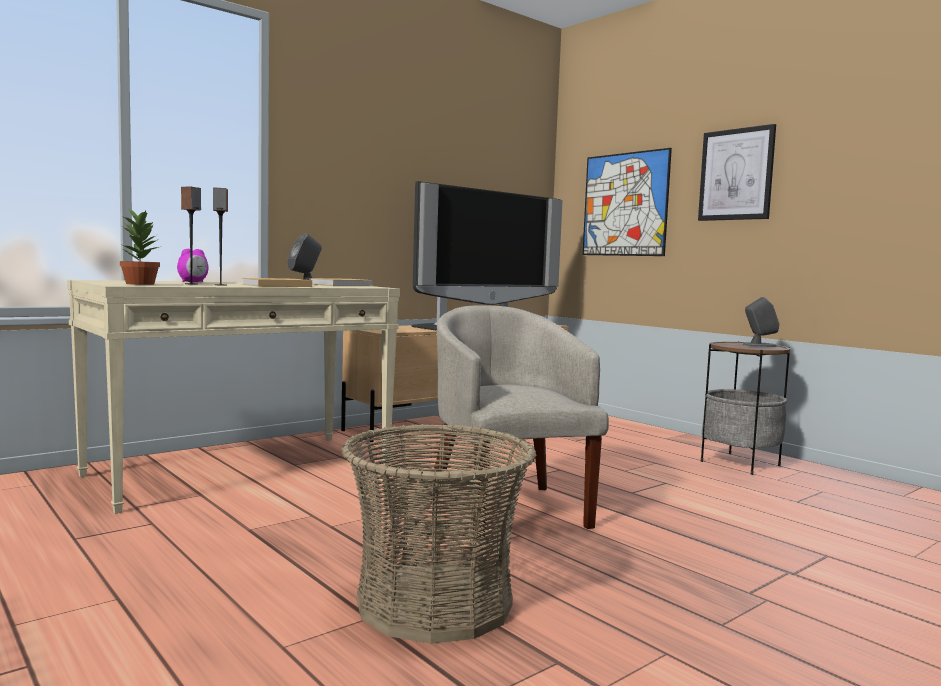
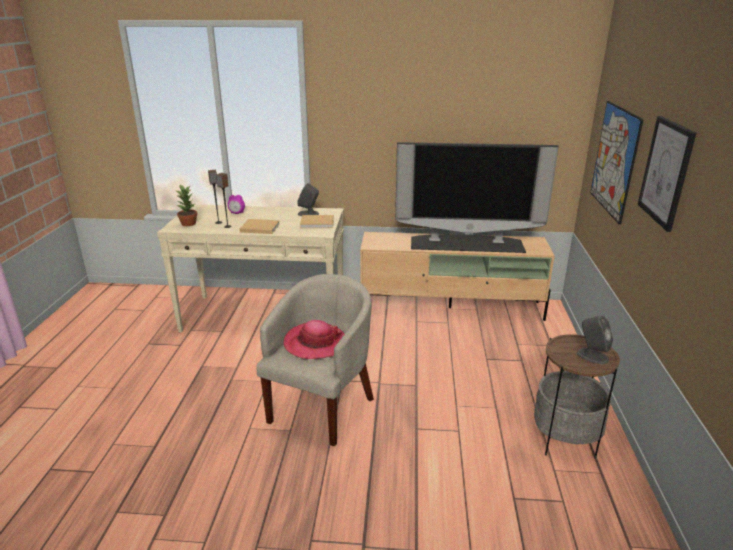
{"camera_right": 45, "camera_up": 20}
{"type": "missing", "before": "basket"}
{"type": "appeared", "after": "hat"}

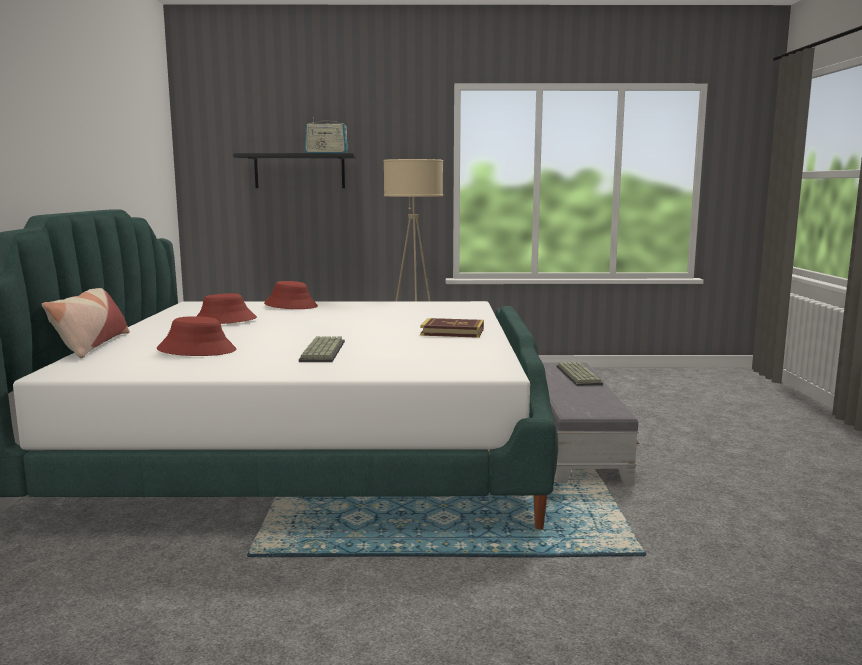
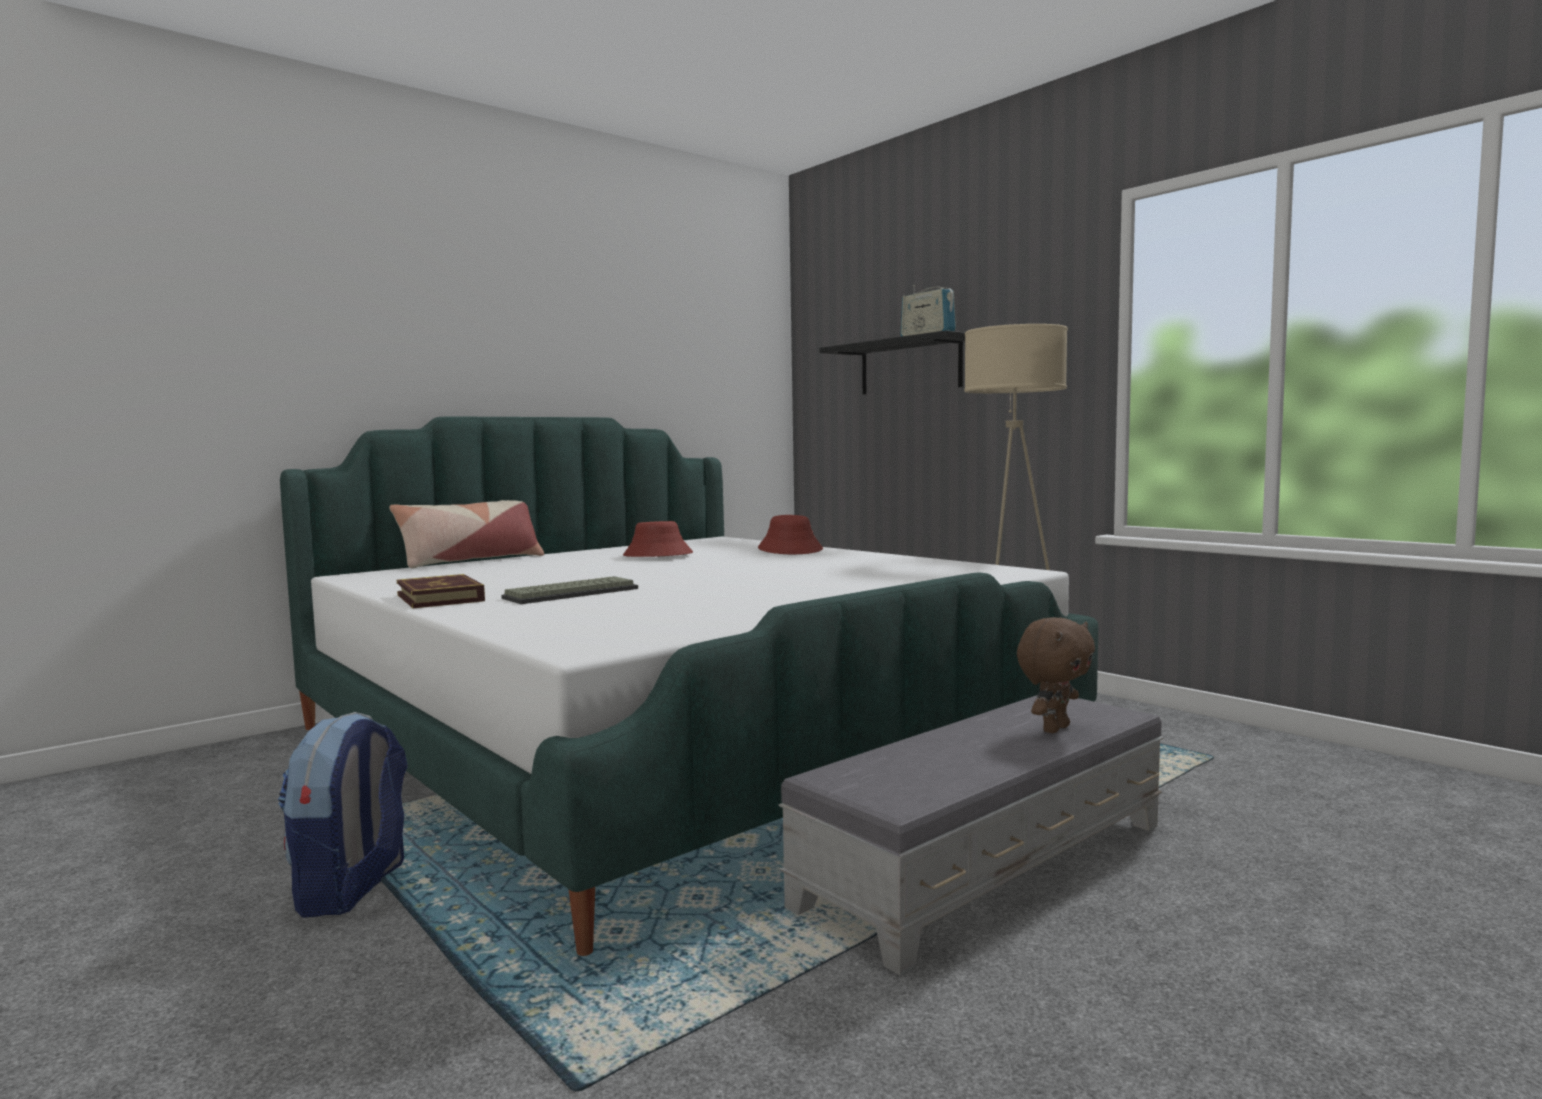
{"camera_right": 50, "camera_up": -5}
{"type": "missing", "before": "red_hat (no. 1 from left)"}
{"type": "relocated", "before": "book"}
{"type": "exchanged", "before": "keyboard (no. 2 from left)", "after": "brown_plush_toy"}
{"type": "appeared", "after": "backpack"}

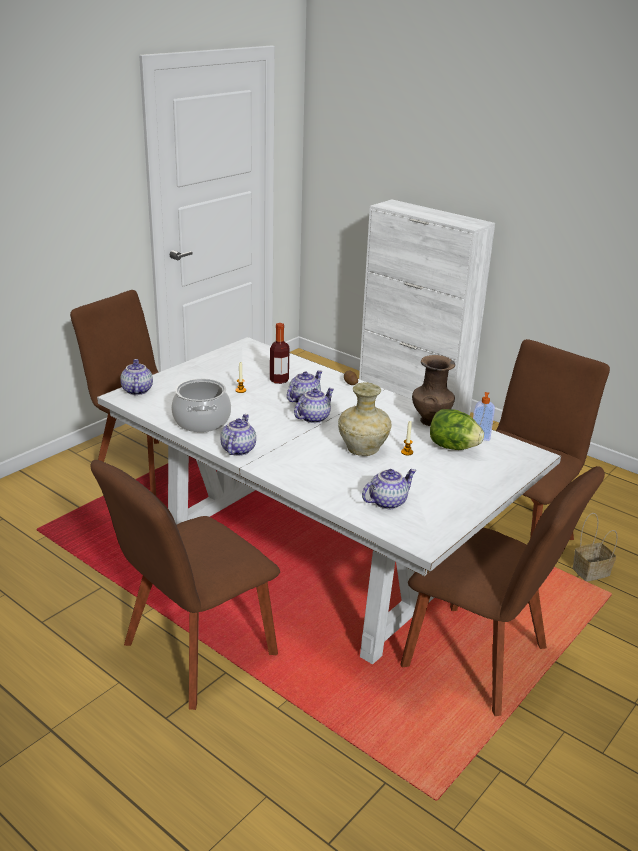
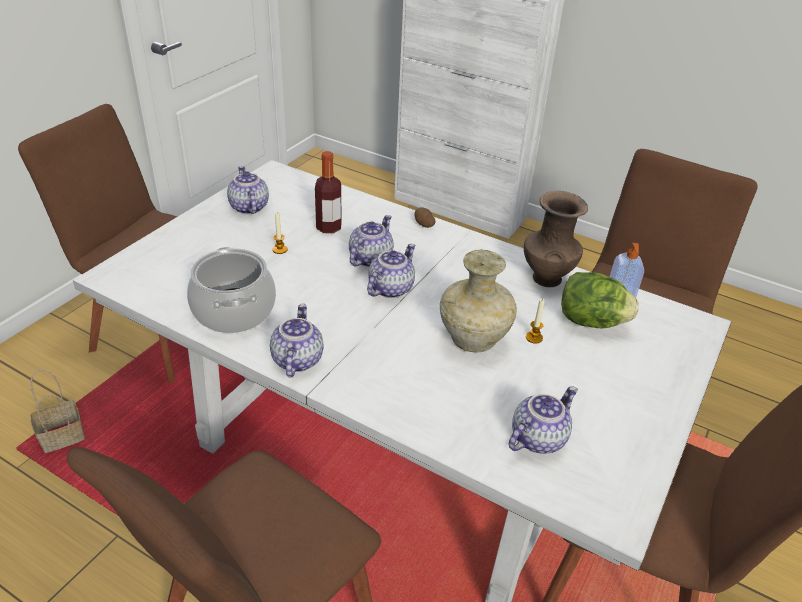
{"camera_right": -10, "camera_up": 10}
{"type": "relocated", "before": "teapot (no. 1 from left)"}
{"type": "relocated", "before": "basket"}

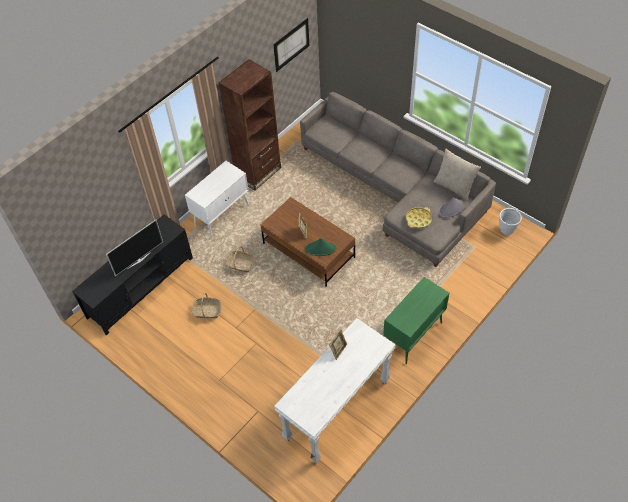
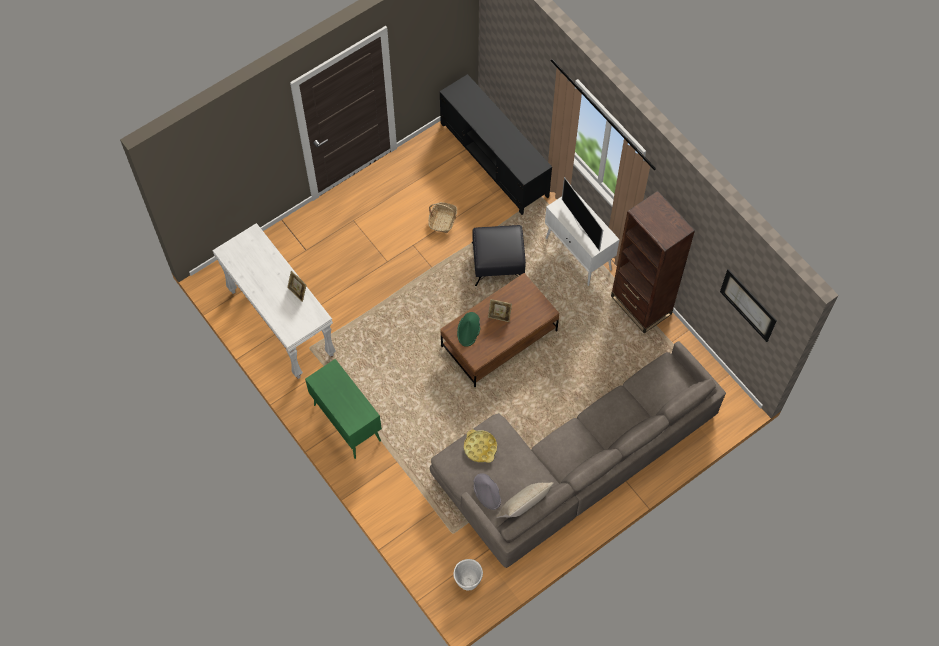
{"camera_right": 100, "camera_up": 10}
{"type": "relocated", "before": "television"}
{"type": "exchanged", "before": "basket (no. 2 from left)", "after": "black_ottoman"}

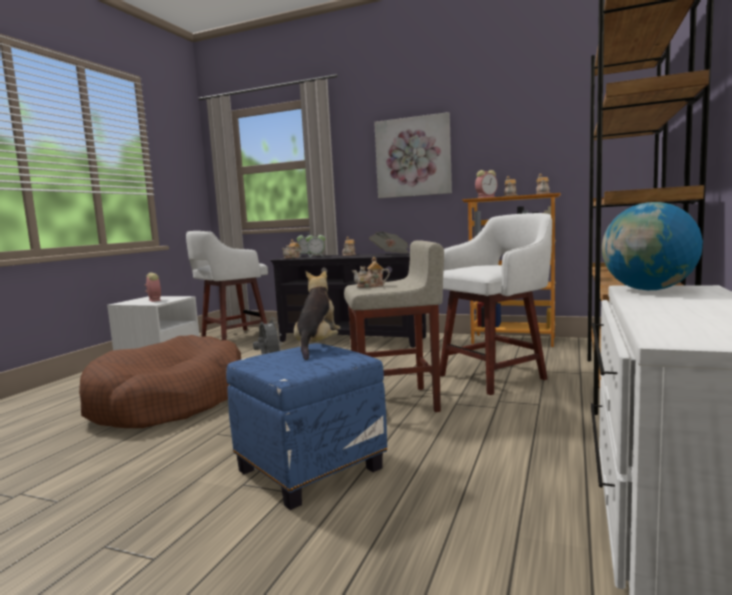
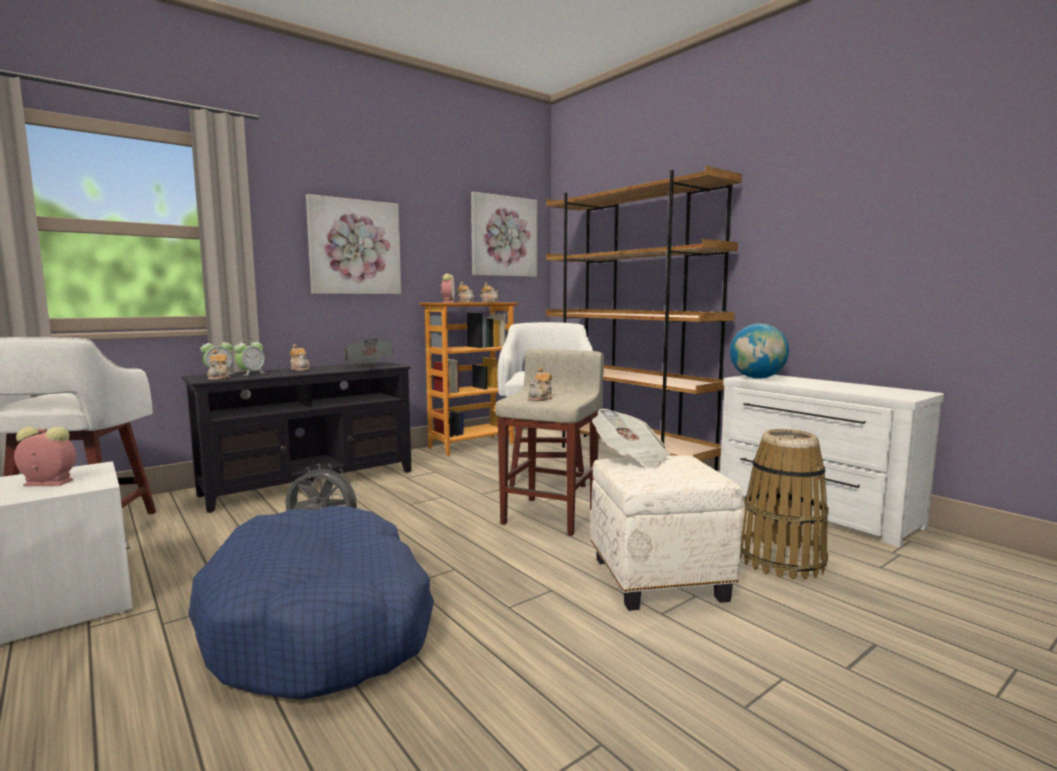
{"camera_right": -60, "camera_up": 0}
{"type": "colour", "before": "brown_dog_bed", "after": "blue_dog_bed"}
{"type": "colour", "before": "blue_ottoman", "after": "white_ottoman"}
{"type": "exchanged", "before": "plush_toy", "after": "newspaper (no. 2 from left)"}
{"type": "appeared", "after": "picture (no. 2 from left)"}
{"type": "appeared", "after": "basket"}

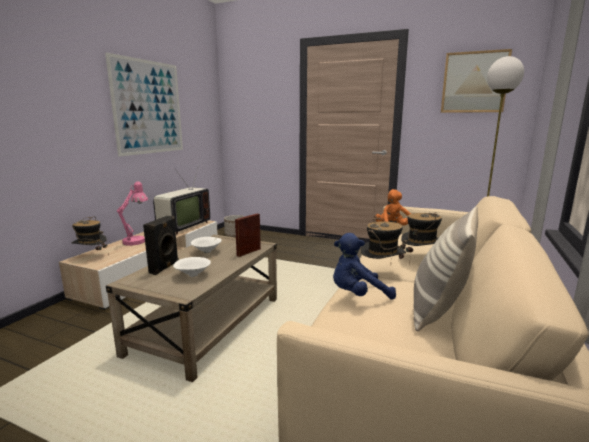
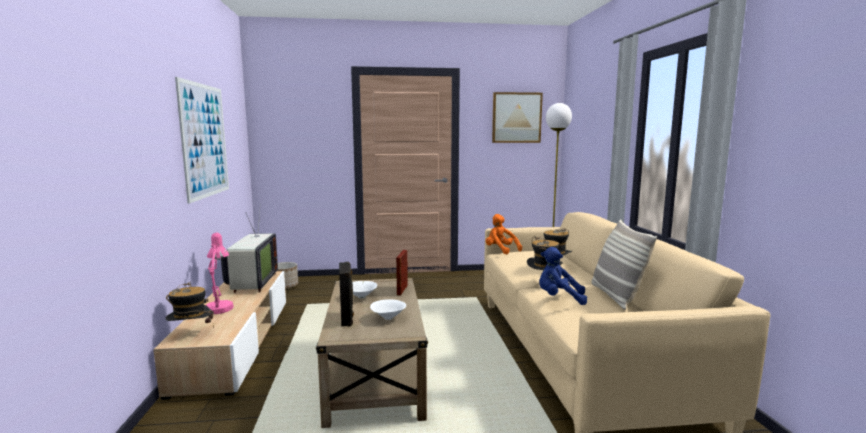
{"camera_right": -30, "camera_up": -5}
{"type": "spun", "before": "blue_plush_toy", "turn": 60}

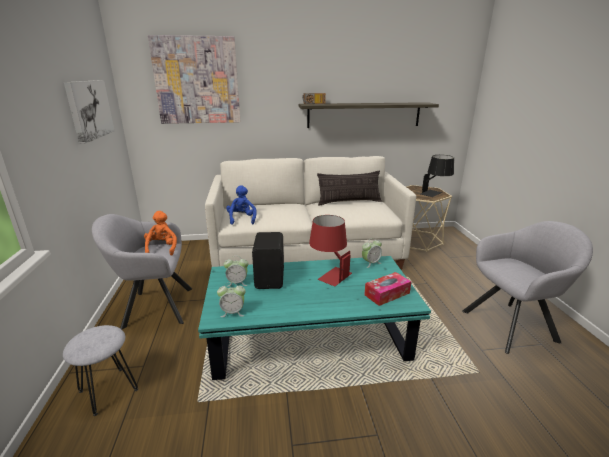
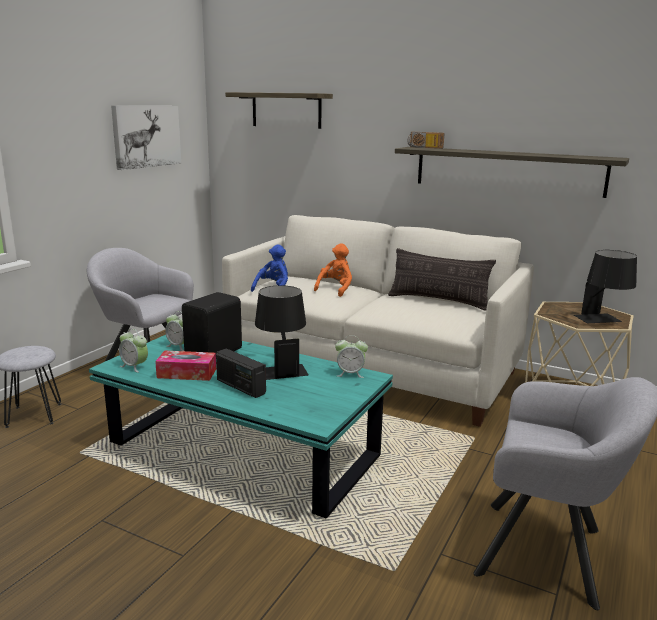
{"camera_right": 35, "camera_up": -5}
{"type": "relocated", "before": "orange_plush_toy"}
{"type": "exchanged", "before": "picture (no. 2 from left)", "after": "shelf (no. 1 from left)"}
{"type": "colour", "before": "red_table_lamp", "after": "black_table_lamp (no. 1 from left)"}
{"type": "relocated", "before": "tissue_box"}
{"type": "appeared", "after": "radio (no. 1 from left)"}

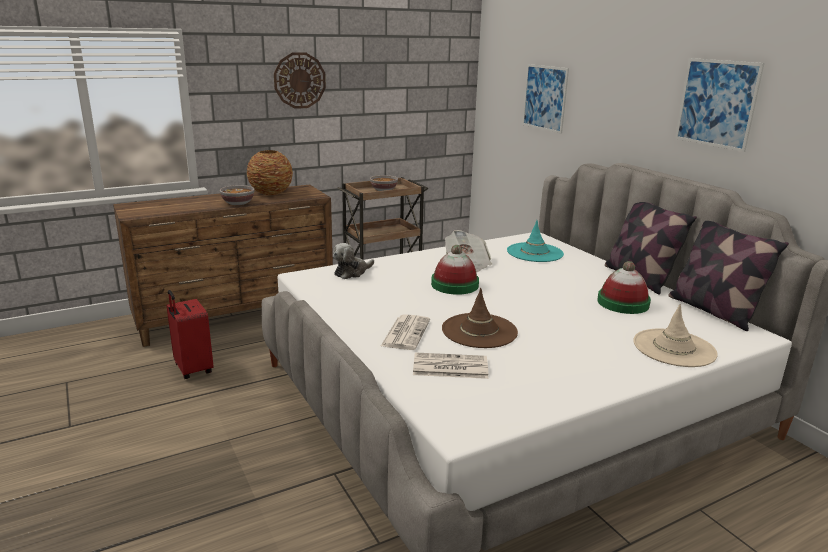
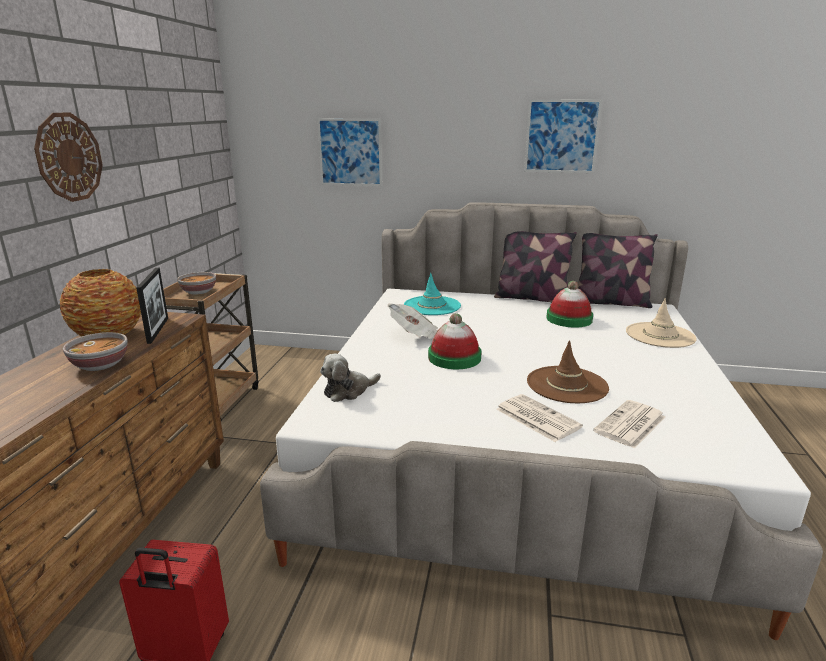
{"camera_right": -50, "camera_up": 0}
{"type": "spun", "before": "plush_toy", "turn": 60}
{"type": "appeared", "after": "picture_frame"}

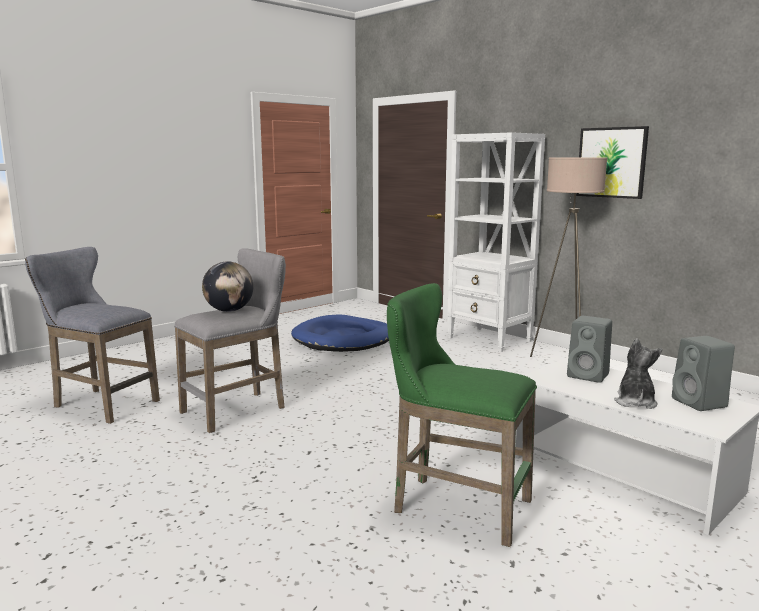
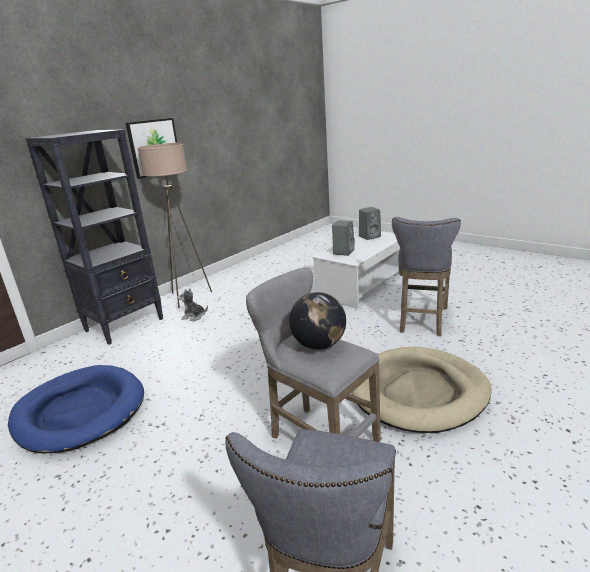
{"camera_right": -95, "camera_up": 10}
{"type": "colour", "before": "green_stool", "after": "grey_stool (no. 3 from left)"}
{"type": "colour", "before": "white_bookcase", "after": "black_bookcase"}
{"type": "relocated", "before": "plush_toy"}
{"type": "appeared", "after": "beige_dog_bed"}

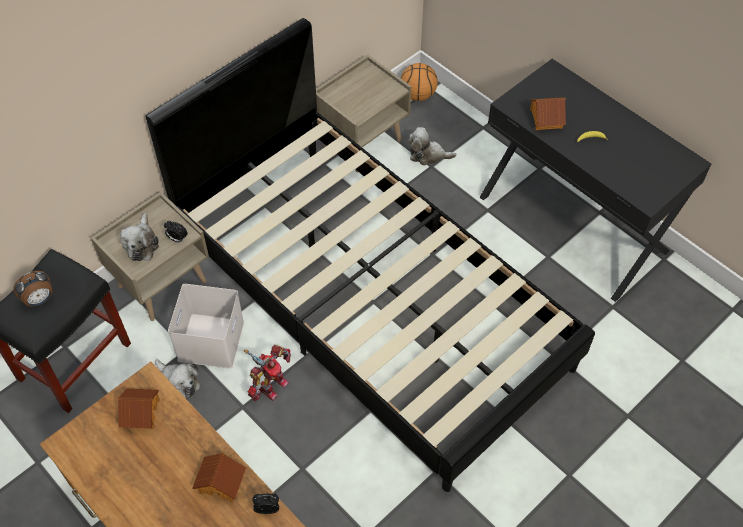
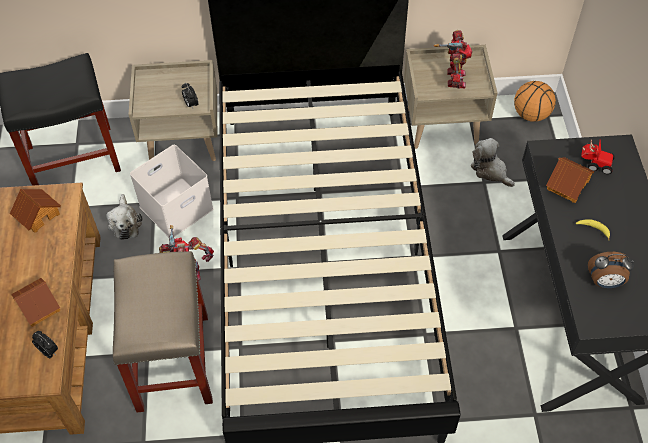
{"camera_right": 40, "camera_up": 0}
{"type": "relocated", "before": "alarm_clock (no. 1 from left in the first image)", "after": "alarm_clock (no. 3 from left)"}
{"type": "missing", "before": "plush_toy (no. 1 from left)"}
{"type": "appeared", "after": "beige_stool"}
{"type": "appeared", "after": "toy_robot (no. 2 from left)"}
{"type": "appeared", "after": "toy_car"}

